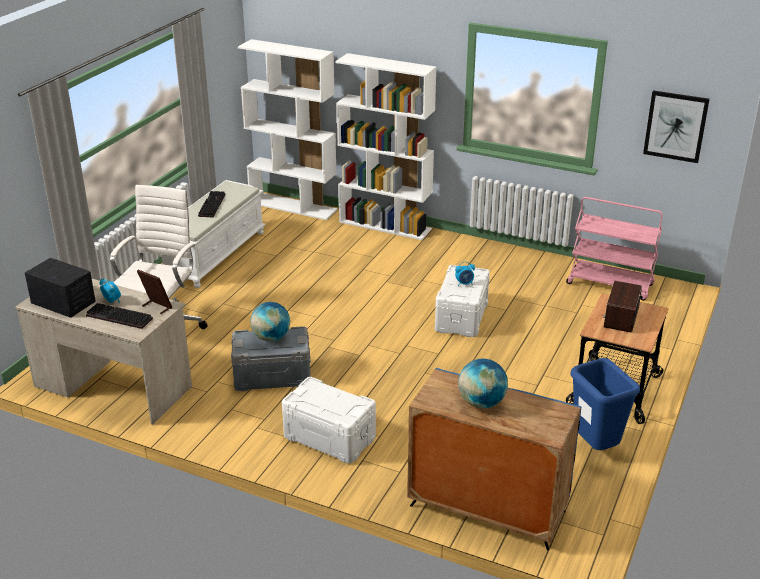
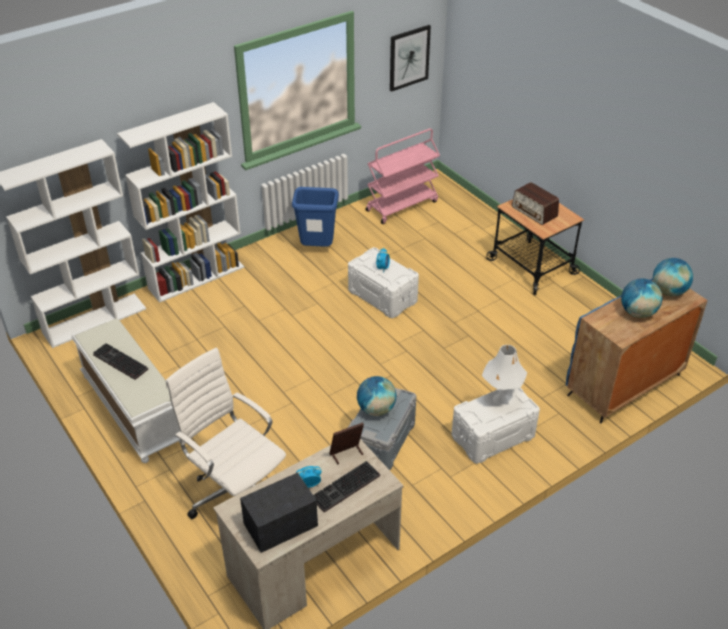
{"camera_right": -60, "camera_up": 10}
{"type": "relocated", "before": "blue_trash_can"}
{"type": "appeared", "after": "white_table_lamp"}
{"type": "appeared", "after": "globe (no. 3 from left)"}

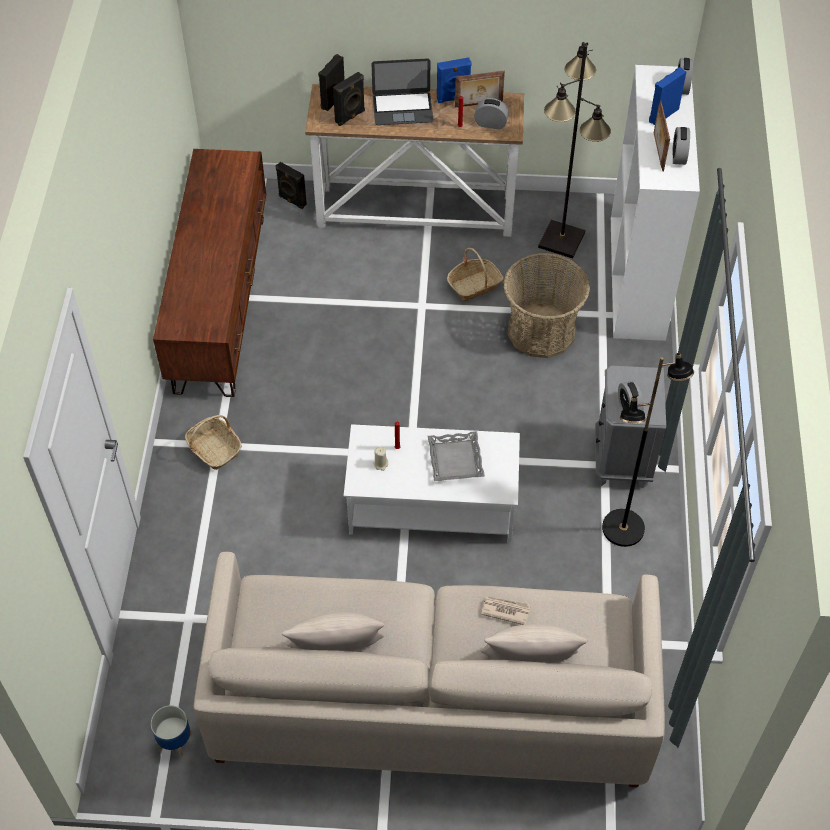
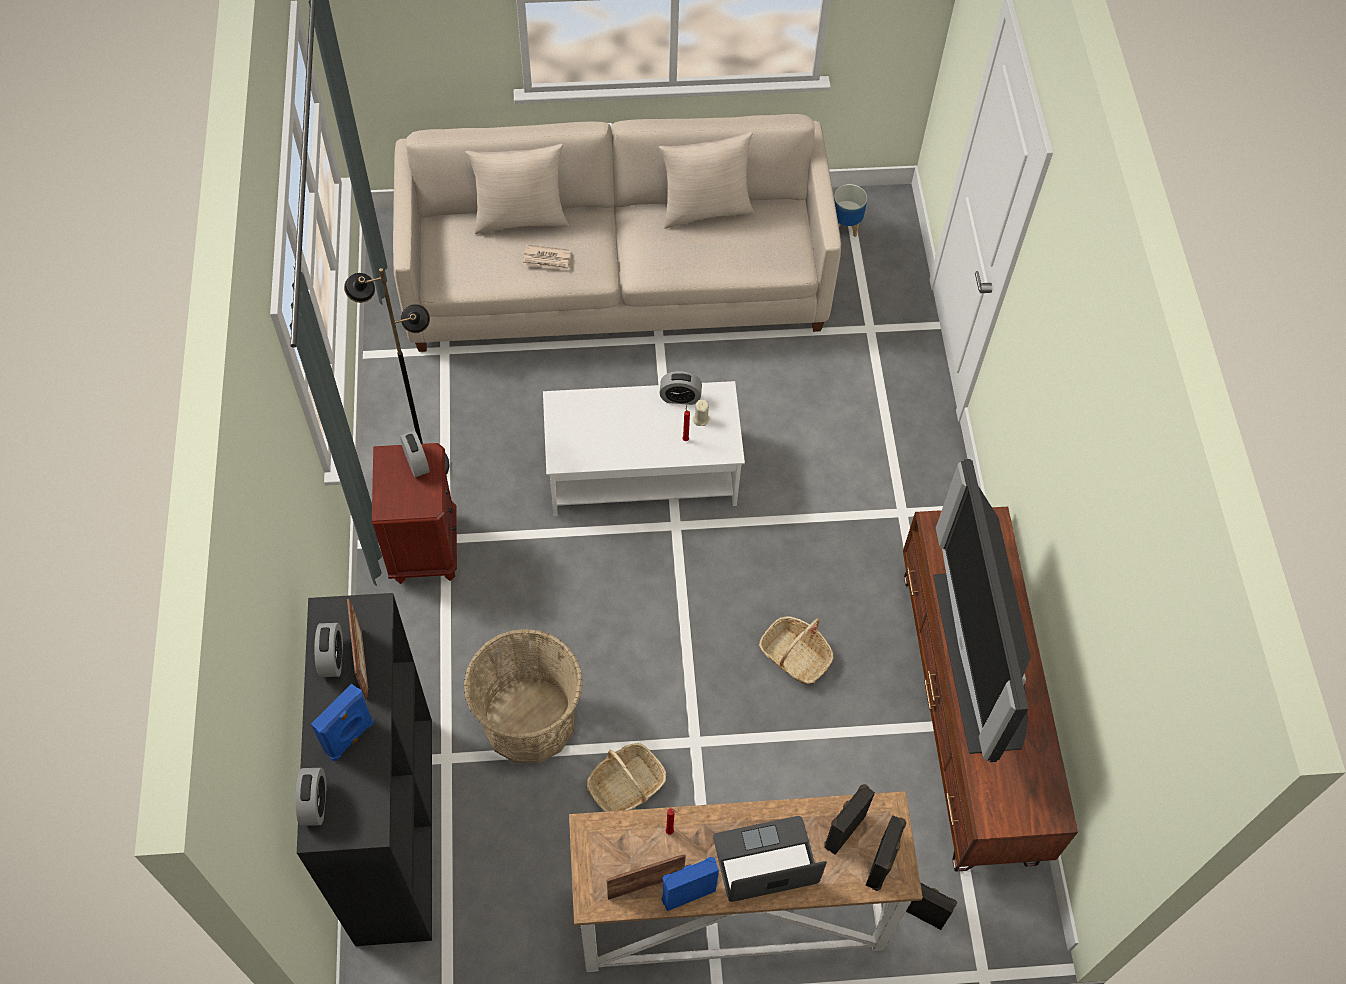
{"camera_right": 170, "camera_up": 5}
{"type": "relocated", "before": "basket (no. 1 from left in the first image)", "after": "basket (no. 3 from left)"}
{"type": "missing", "before": "grey_tray"}
{"type": "relocated", "before": "alarm_clock (no. 1 from left in the first image)", "after": "alarm_clock (no. 4 from left)"}
{"type": "missing", "before": "black_floor_lamp (no. 1 from left)"}
{"type": "colour", "before": "grey_nightstand", "after": "brown_nightstand"}
{"type": "colour", "before": "white_bookcase", "after": "black_bookcase"}
{"type": "appeared", "after": "television"}

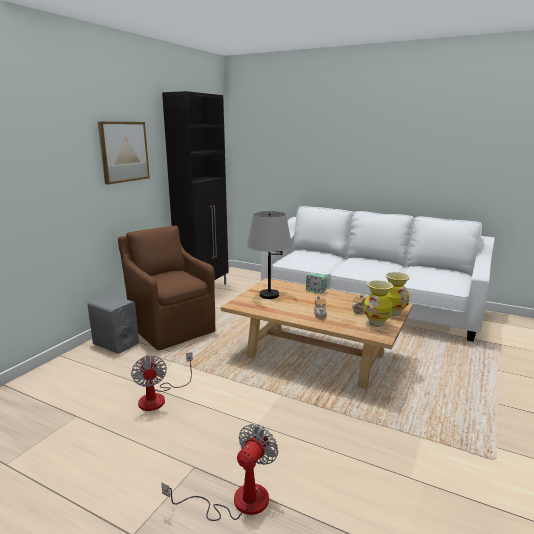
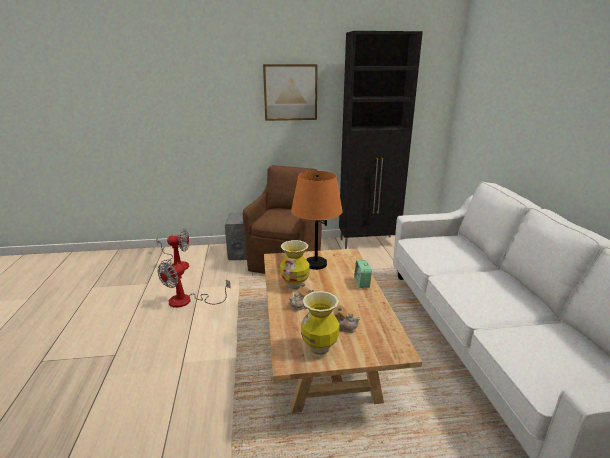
{"camera_right": 55, "camera_up": 5}
{"type": "relocated", "before": "fan (no. 2 from left in the first image)", "after": "fan (no. 1 from left)"}
{"type": "colour", "before": "grey_table_lamp", "after": "orange_table_lamp"}
{"type": "relocated", "before": "vase (no. 2 from left in the first image)", "after": "vase (no. 1 from left)"}

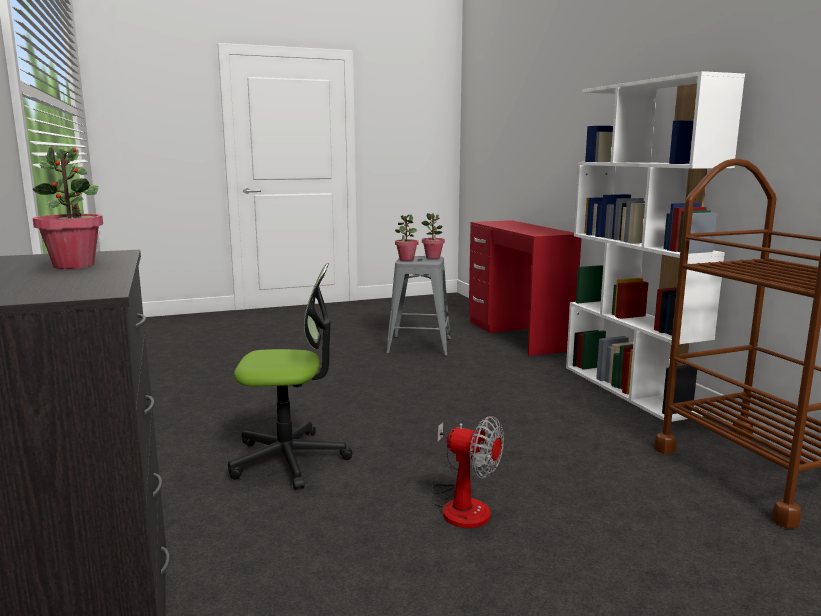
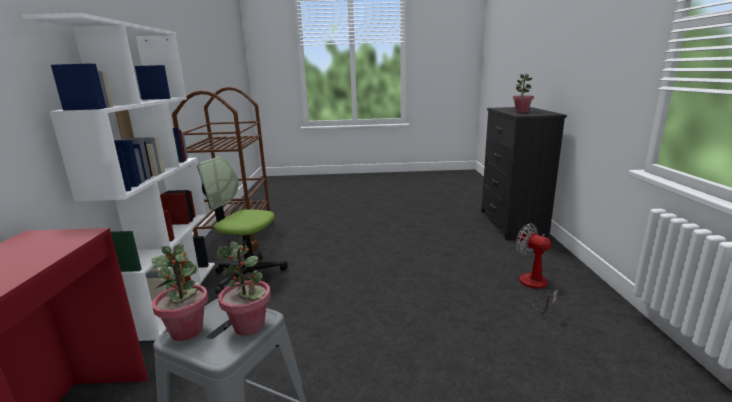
{"camera_right": -160, "camera_up": 5}
{"type": "relocated", "before": "office_chair"}
{"type": "relocated", "before": "fan"}

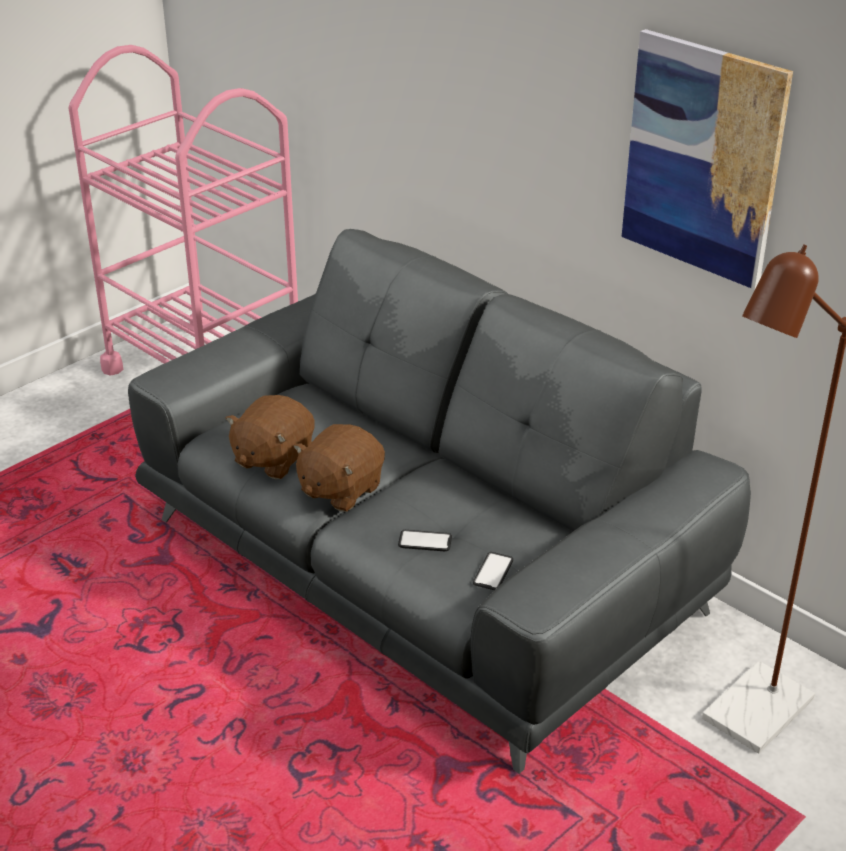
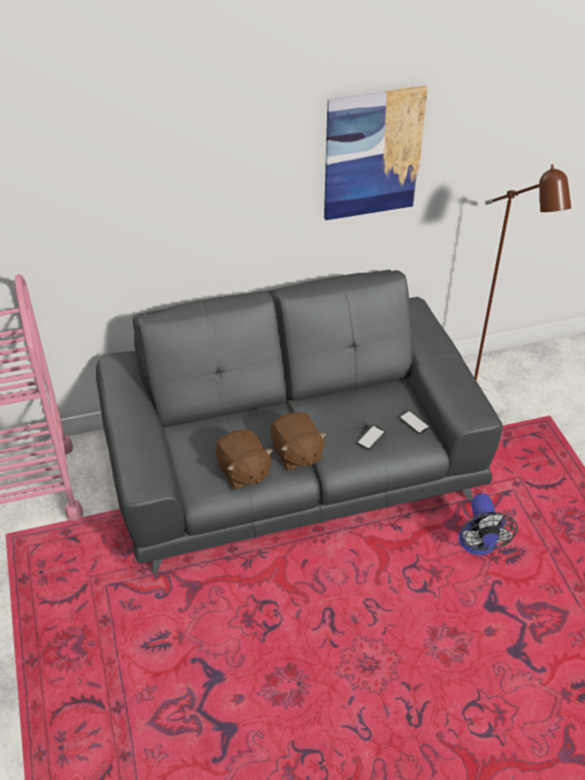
{"camera_right": -60, "camera_up": 10}
{"type": "appeared", "after": "fan"}

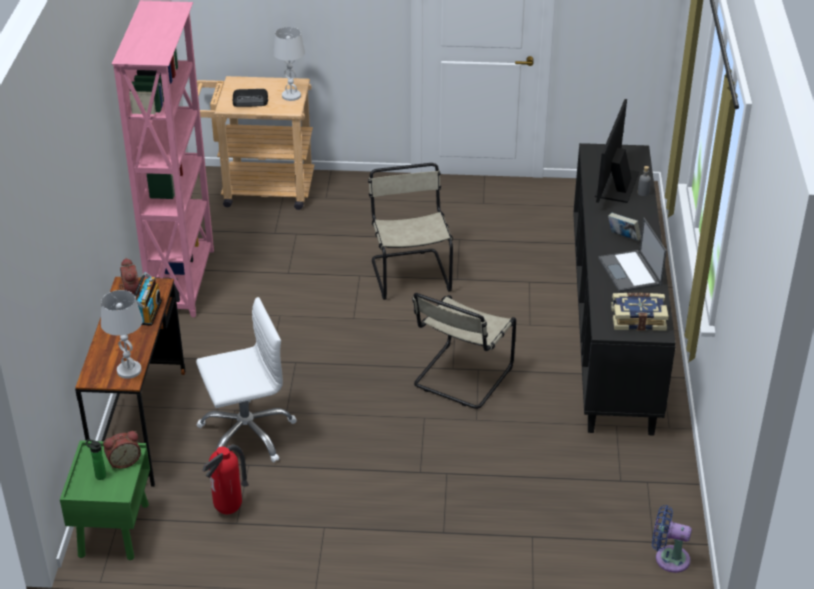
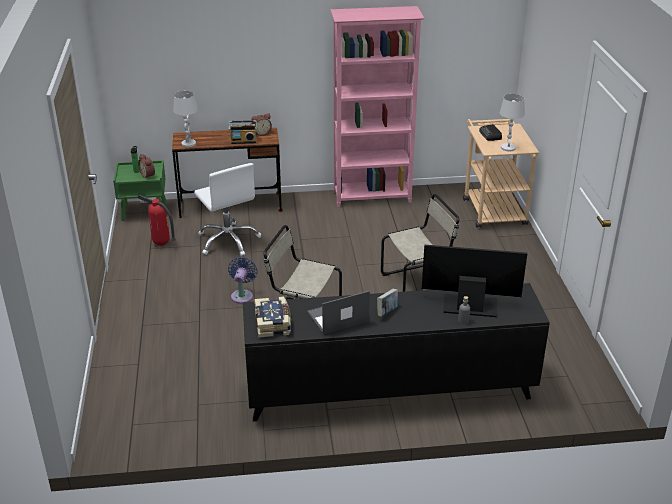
{"camera_right": 80, "camera_up": -5}
{"type": "relocated", "before": "blue_fan"}

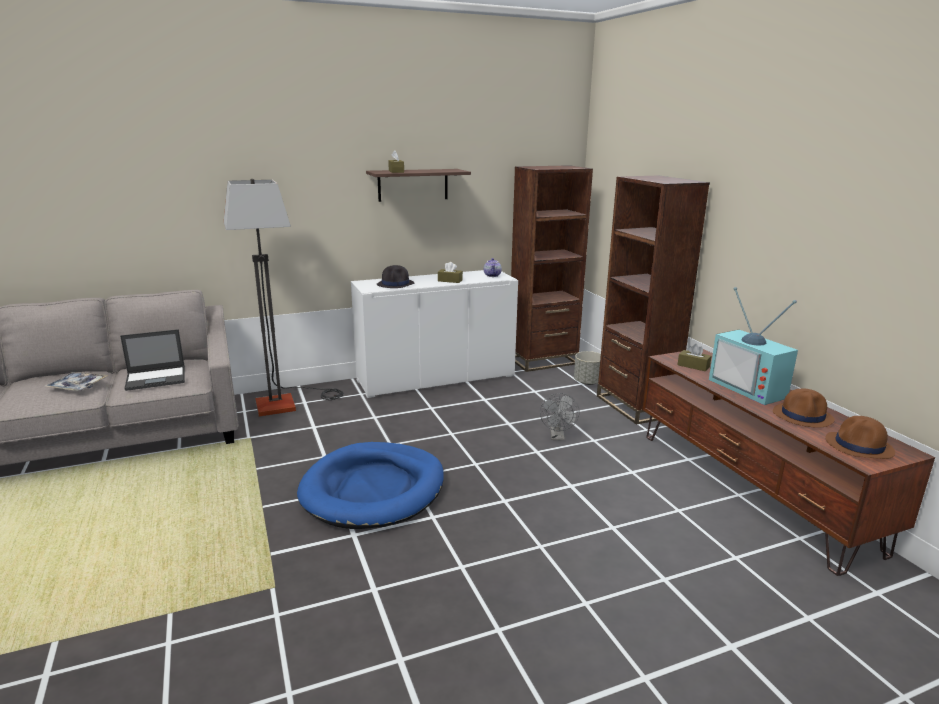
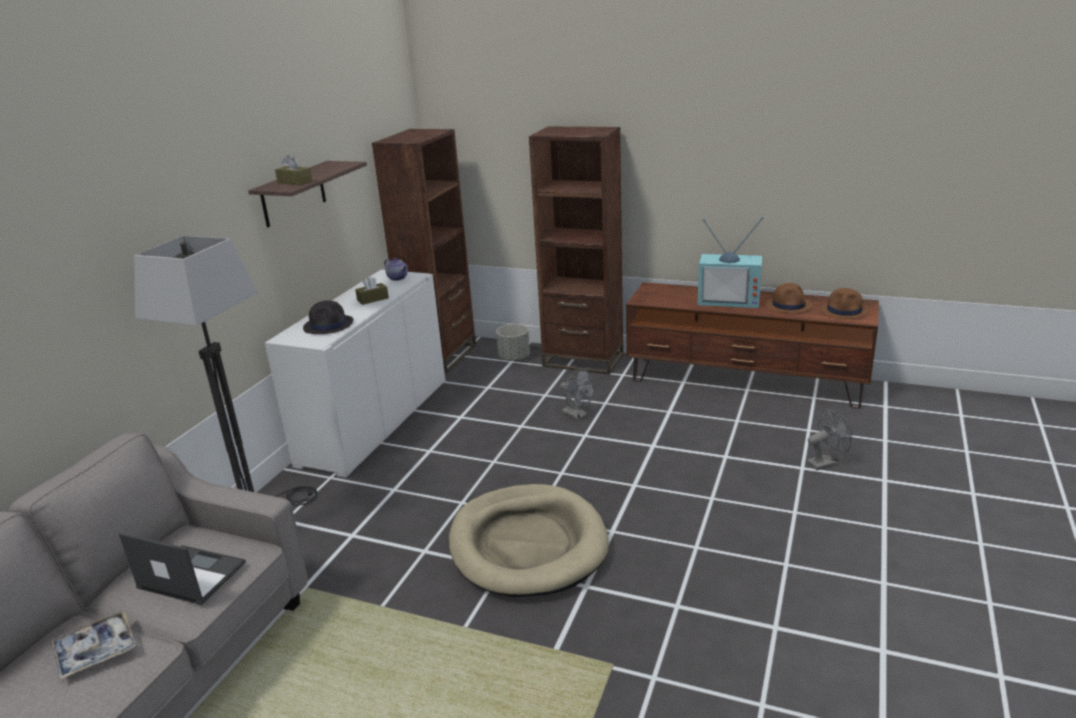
{"camera_right": -45, "camera_up": 5}
{"type": "spun", "before": "laptop", "turn": -90}
{"type": "colour", "before": "blue_dog_bed", "after": "beige_dog_bed"}
{"type": "missing", "before": "brown_tissue_box (no. 3 from left)"}
{"type": "appeared", "after": "grey_fan (no. 2 from left)"}

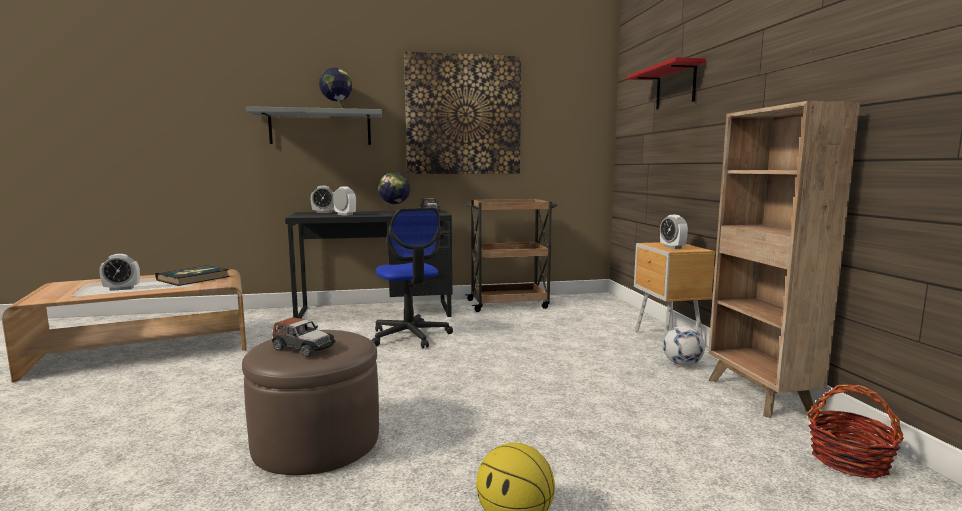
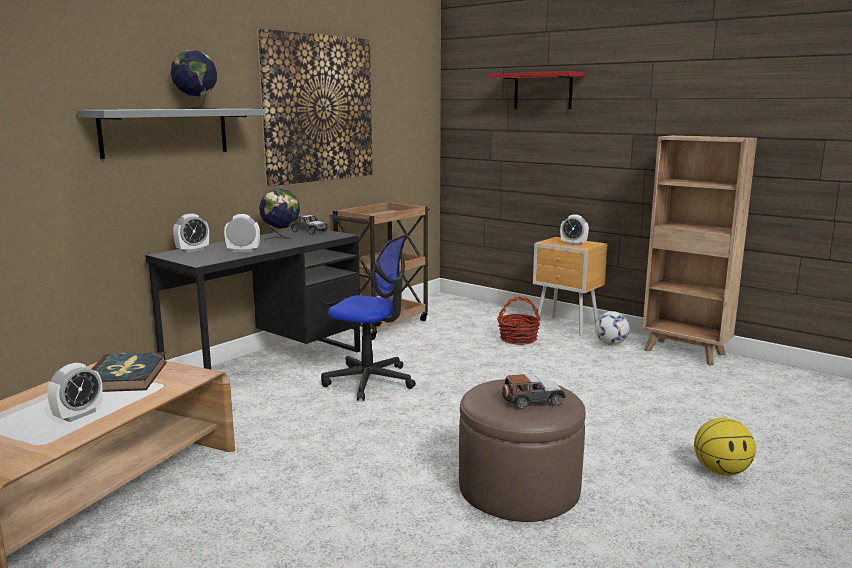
{"camera_right": -40, "camera_up": 5}
{"type": "relocated", "before": "basket"}

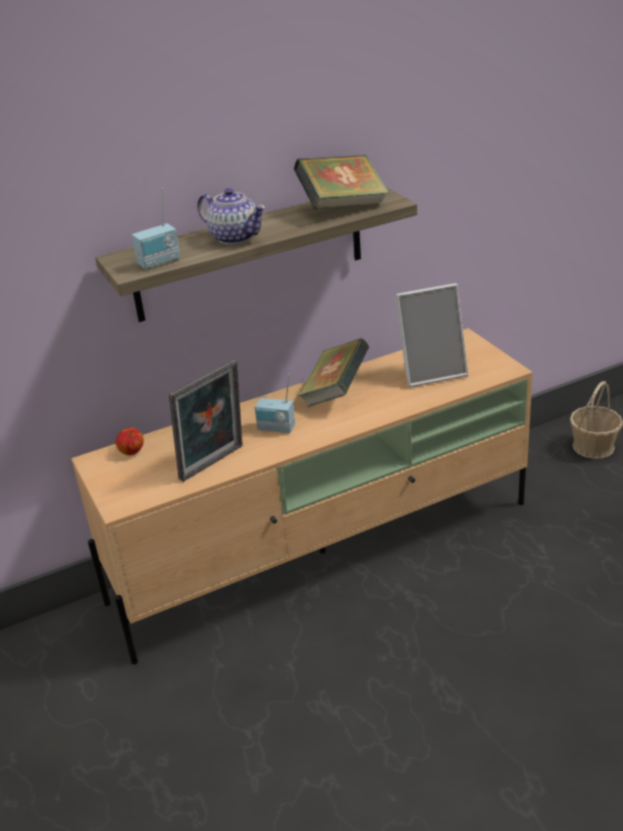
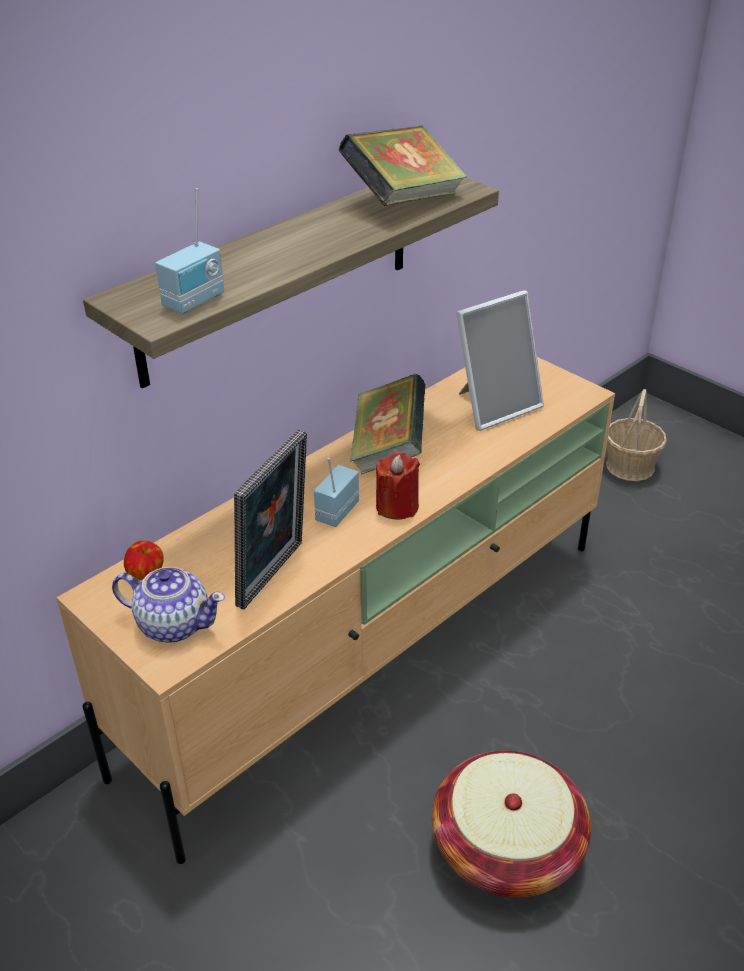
{"camera_right": -20, "camera_up": 5}
{"type": "relocated", "before": "teapot"}
{"type": "spun", "before": "radio (no. 2 from left)", "turn": 120}
{"type": "appeared", "after": "red_candle"}
{"type": "appeared", "after": "basket (no. 1 from left)"}

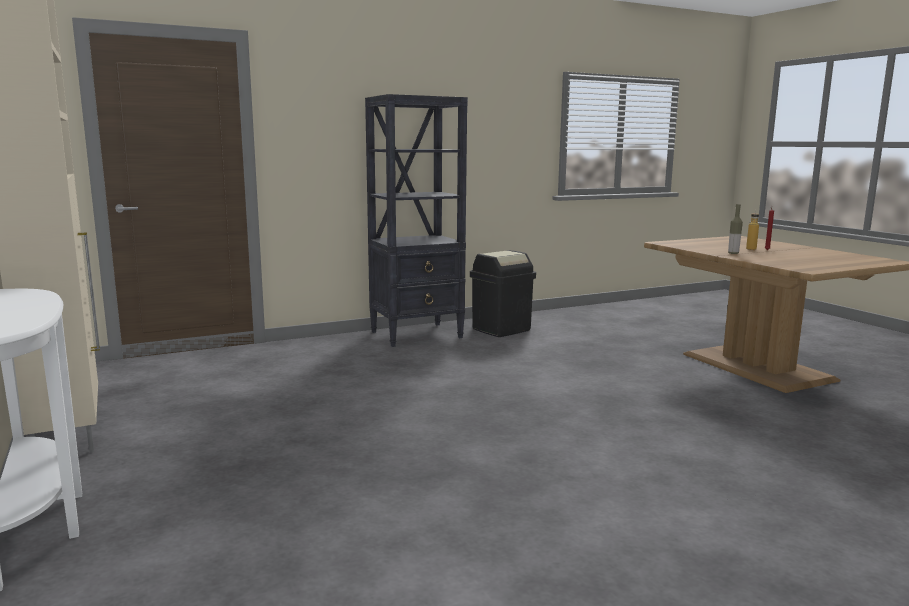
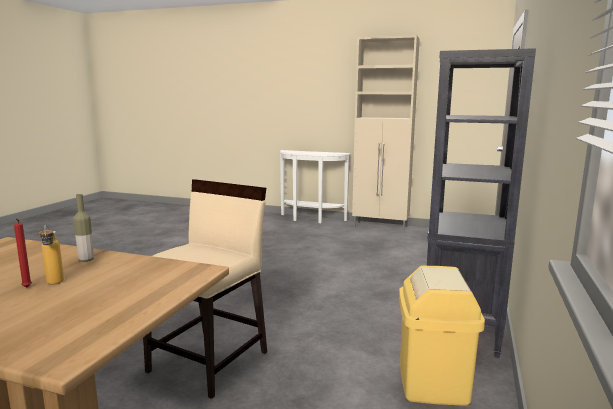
{"camera_right": 135, "camera_up": 0}
{"type": "colour", "before": "black_trash_can", "after": "yellow_trash_can"}
{"type": "appeared", "after": "beige_chair"}

